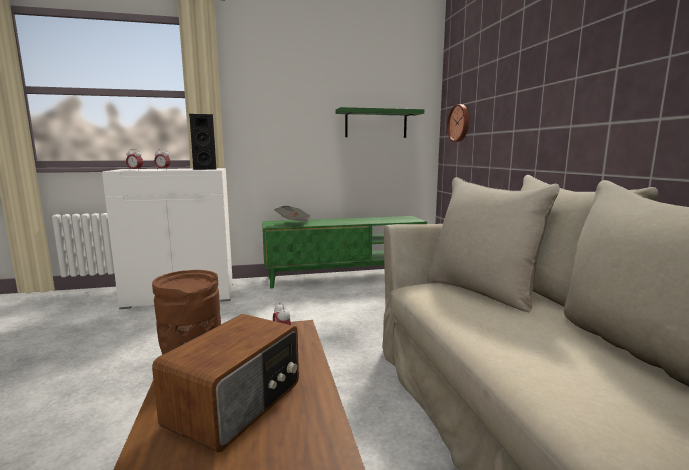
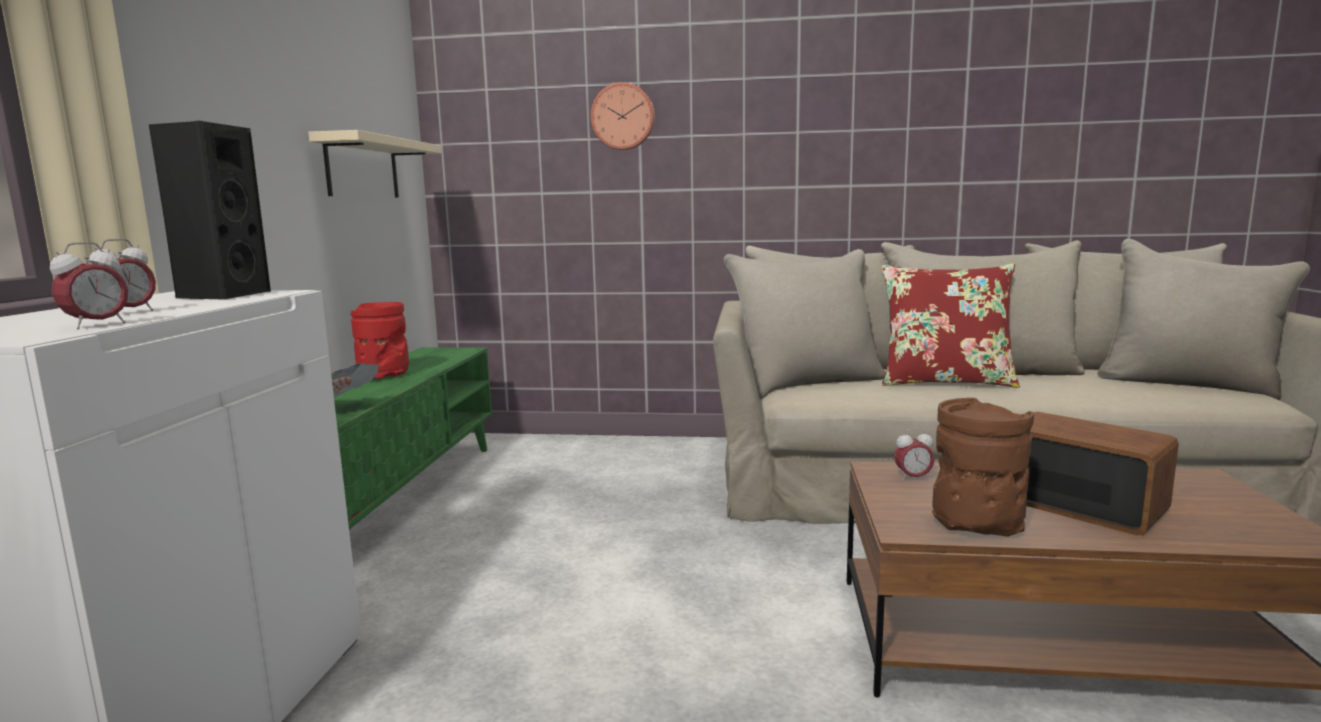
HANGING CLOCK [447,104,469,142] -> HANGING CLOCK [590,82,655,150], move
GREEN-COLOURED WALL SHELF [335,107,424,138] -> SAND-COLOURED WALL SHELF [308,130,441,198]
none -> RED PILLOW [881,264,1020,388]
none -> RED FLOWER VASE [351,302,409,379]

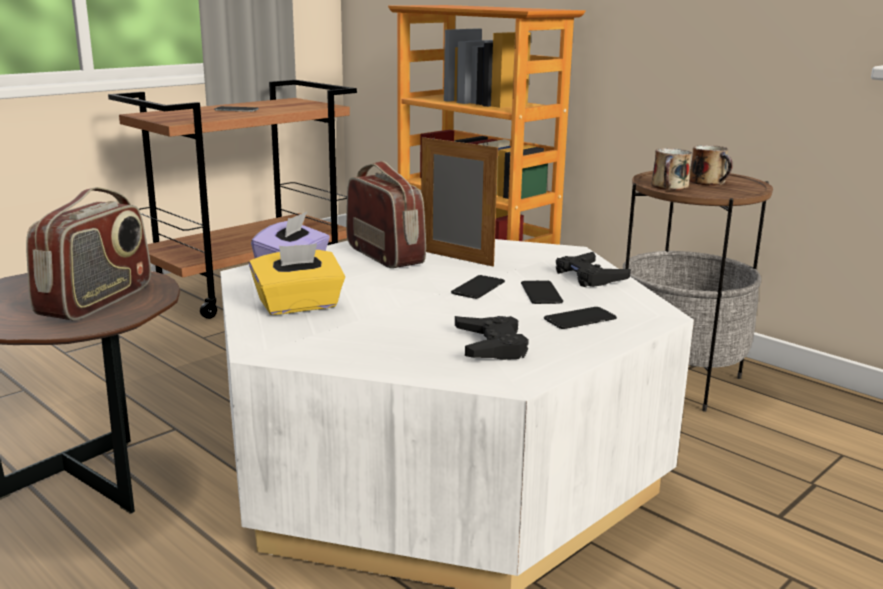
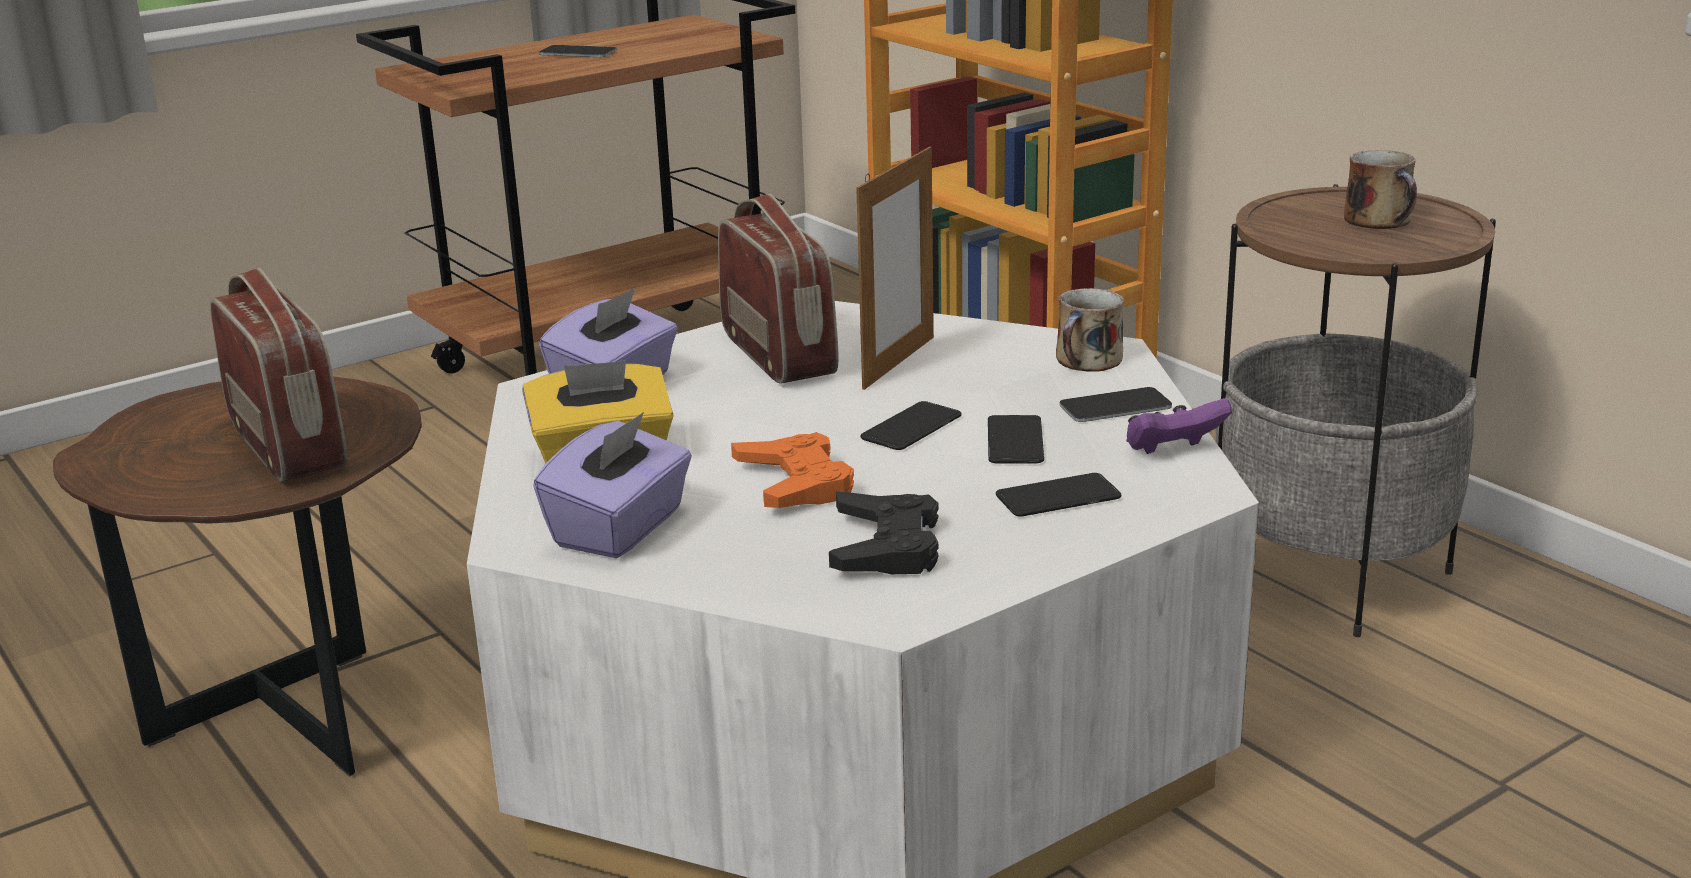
STANDING FRAME [421,135,498,266] -> STANDING FRAME [856,145,934,390], 75 degrees clockwise
MUG [651,148,692,190] -> MUG [1056,288,1124,372], move
RADIO SET [26,187,151,320] -> RADIO SET [210,268,348,482], 60 degrees counterclockwise
BLACKISH JOYPAD [556,252,631,287] -> PHONE [1059,387,1172,422]
none -> PURPLISH JOYPAD [1126,398,1232,454]
none -> PURPLISH BOX OF TISSUES [533,412,692,558]
none -> ORANGE JOYPAD [731,432,854,508]

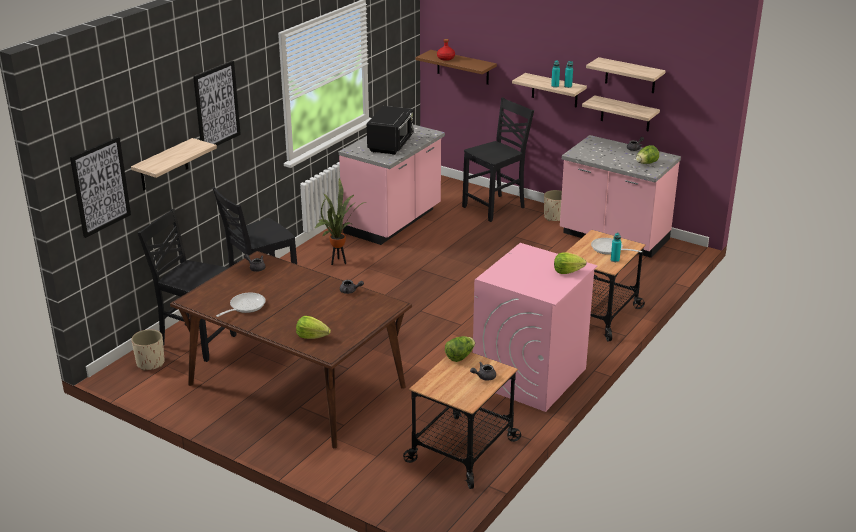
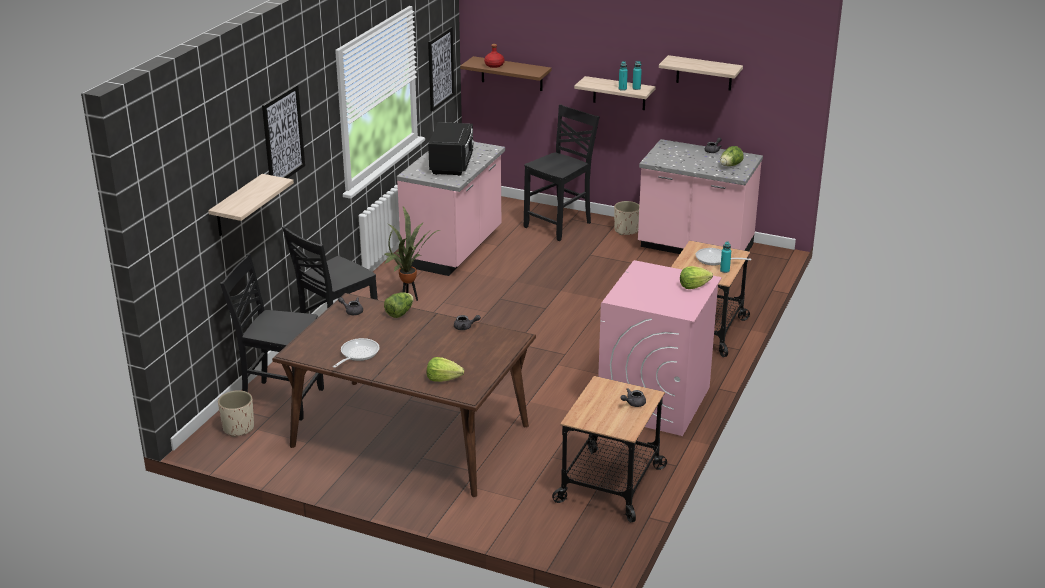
WALL SHELF [582,95,660,131] -> none
WALL PICTURE [70,137,131,238] -> WALL PICTURE [428,27,454,112], move
HEAD OF LETTUCE [445,336,475,362] -> HEAD OF LETTUCE [384,292,414,318], move

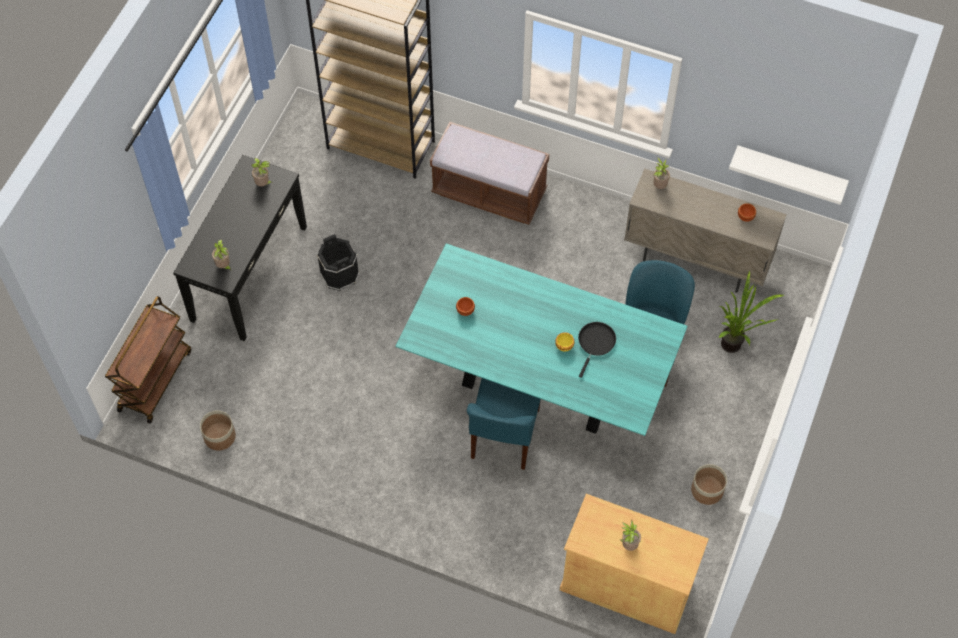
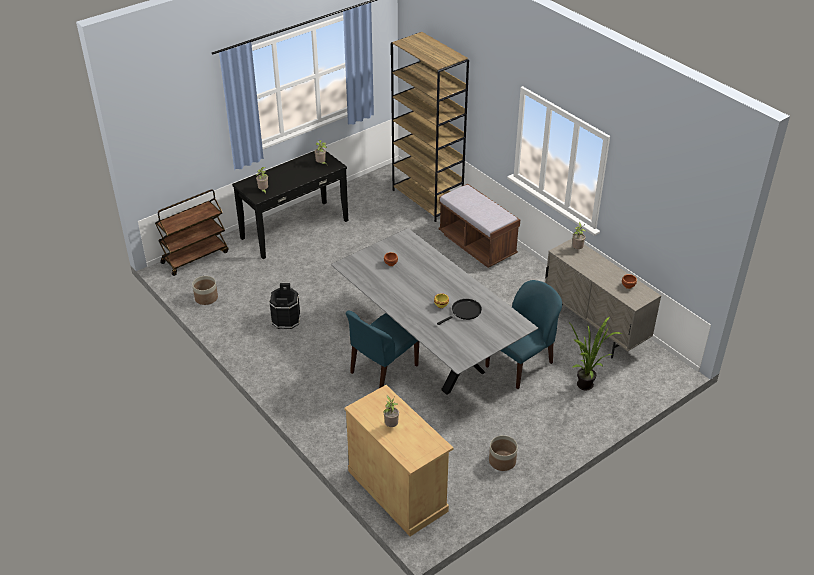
WHITE WALL SHELF [729,145,849,205] -> none
BLACKISH PAIL [317,234,360,291] -> BLACKISH PAIL [269,283,301,329], move
TURQUOISE KITCHEN TABLE [395,243,688,436] -> GREY KITCHEN TABLE [331,228,539,395]

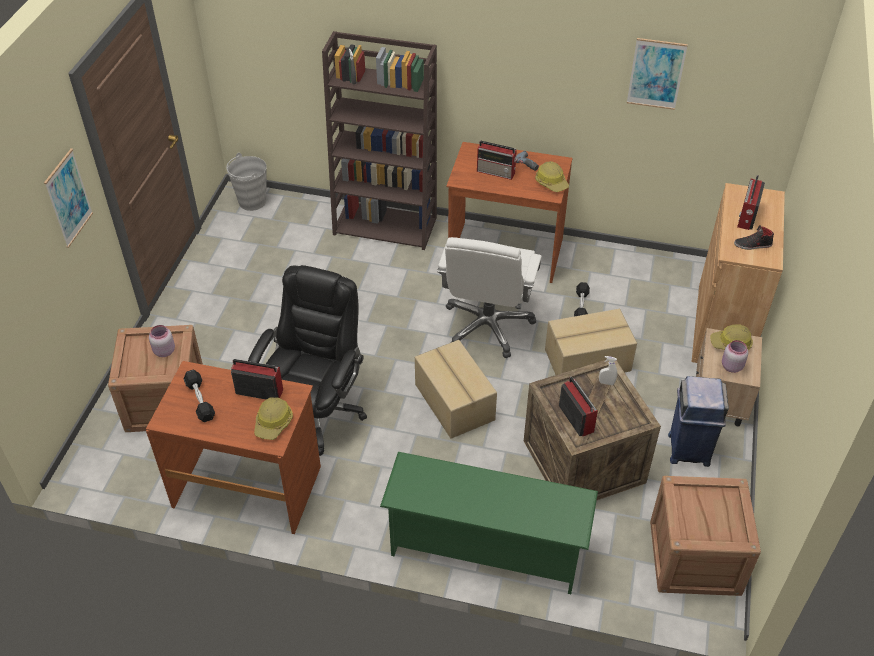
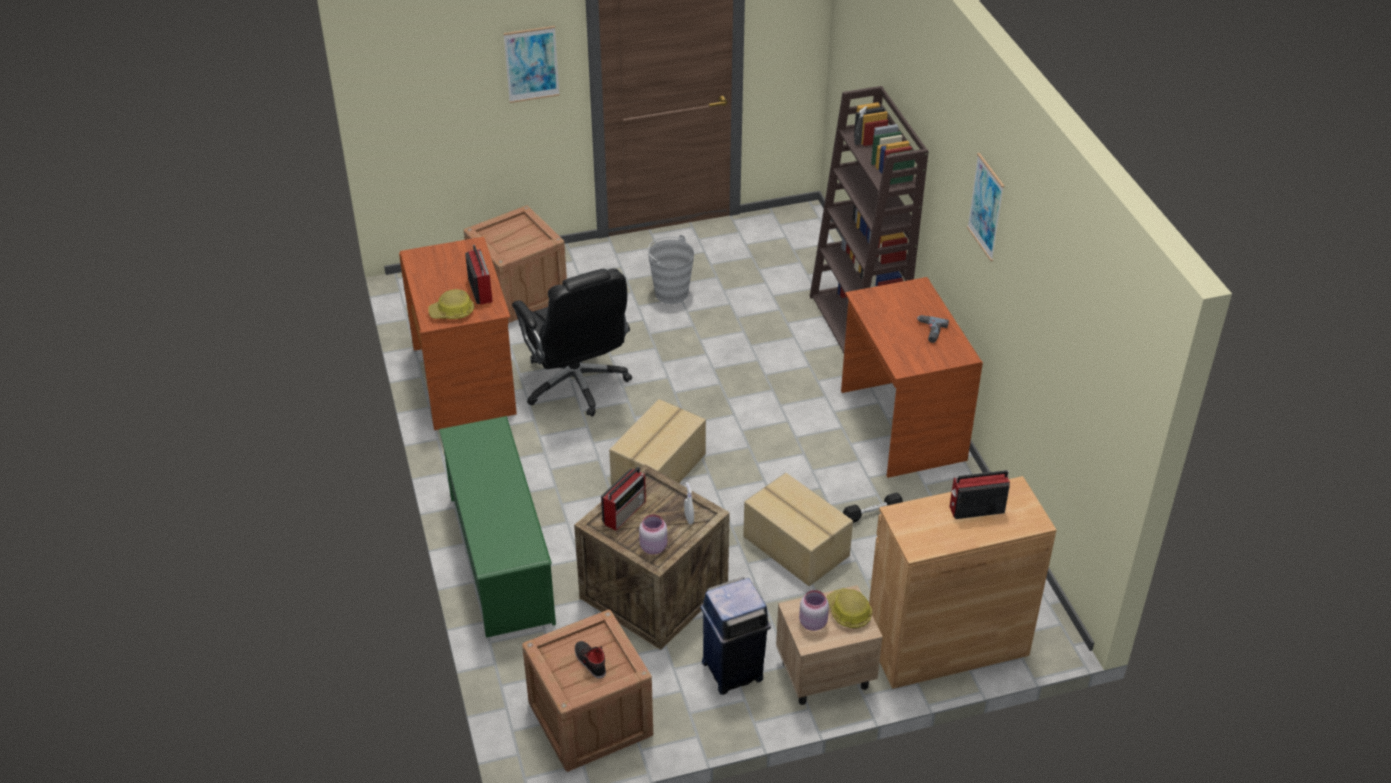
WALL PICTURE [627,38,688,110] -> WALL PICTURE [967,153,1004,261], move
RADIO SET [477,141,517,180] -> none
GREY PAIL [226,153,267,211] -> GREY PAIL [648,235,694,304], move
HARD HAT [535,161,569,192] -> none
BLACKISH ITEM OF FOOTWEAR [734,225,774,250] -> BLACKISH ITEM OF FOOTWEAR [575,641,606,679], move
WHITE DESK CHAIR [437,237,542,358] -> none
BLACKISH DESK CHAIR [248,265,367,456] -> BLACKISH DESK CHAIR [512,268,632,417], 75 degrees clockwise
PINK PRESERVE JAR [149,325,175,357] -> PINK PRESERVE JAR [639,514,667,554], move
BLACKISH HAND WEIGHT [184,370,215,422] -> none

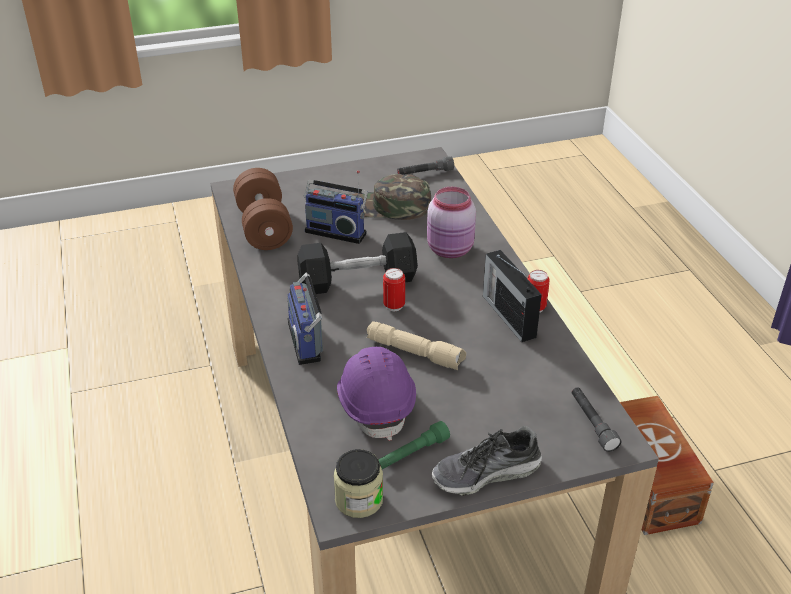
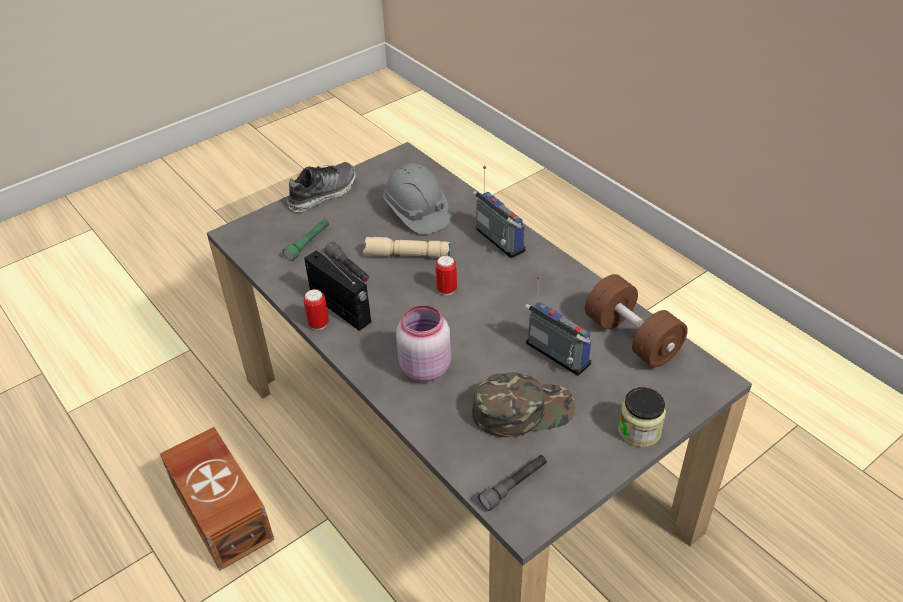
RADIO SET [304,170,368,244] -> RADIO SET [524,276,591,376], 45 degrees clockwise
BLACKISH HAND WEIGHT [297,232,418,294] -> none
PURPLISH HARD HAT [337,347,416,441] -> GREY HARD HAT [383,163,450,235]
GREY HAND TORCH [572,387,621,452] -> GREY HAND TORCH [324,242,369,282], move
GREEN-COLOURED HAND TORCH [378,421,450,469] -> GREEN-COLOURED HAND TORCH [282,219,329,261], move
PRESERVE JAR [334,449,383,518] -> PRESERVE JAR [618,387,666,447], move

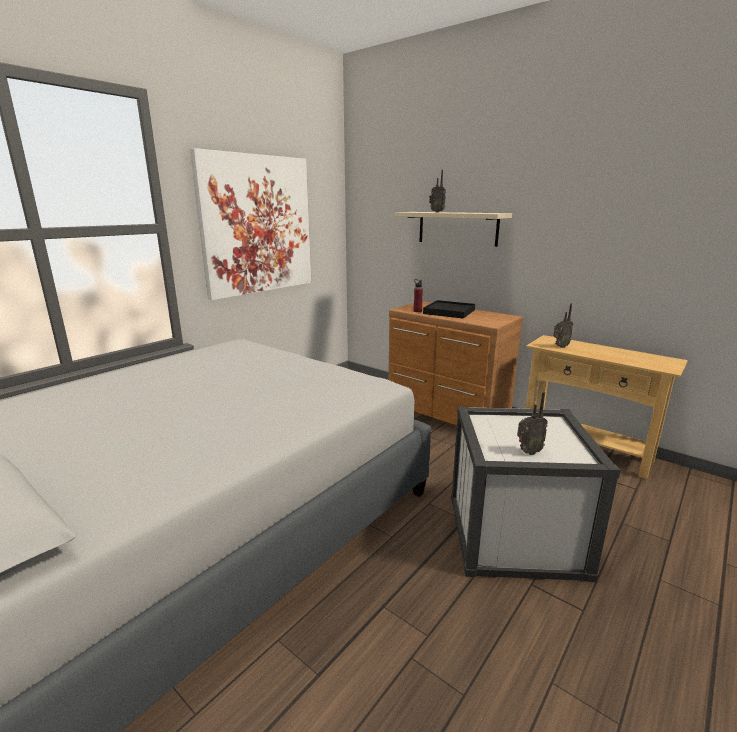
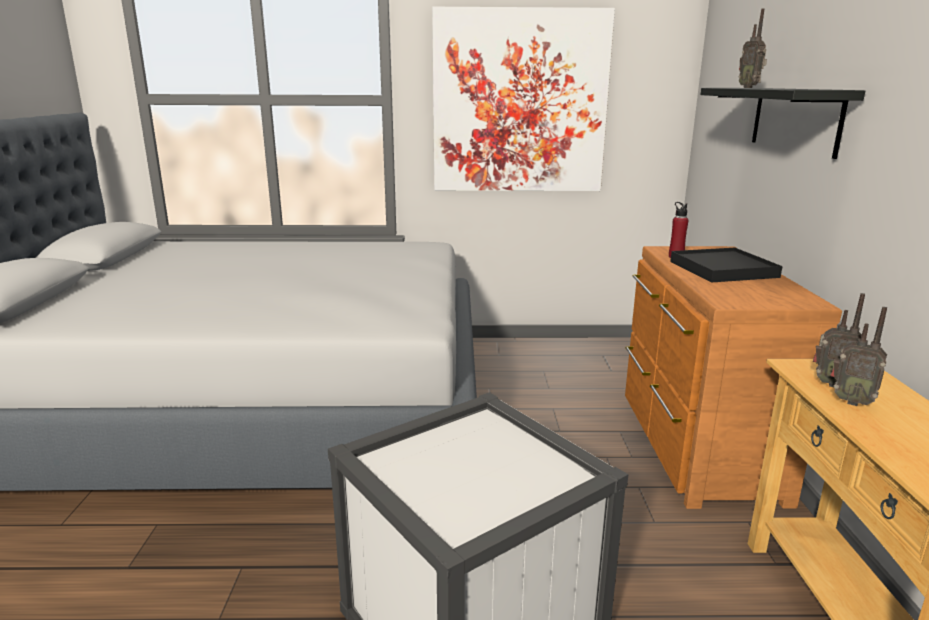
SAND-COLOURED WALL SHELF [395,212,512,247] -> BLACKISH WALL SHELF [700,88,865,159]
RADIO SET [517,392,548,455] -> RADIO SET [831,307,887,406], move

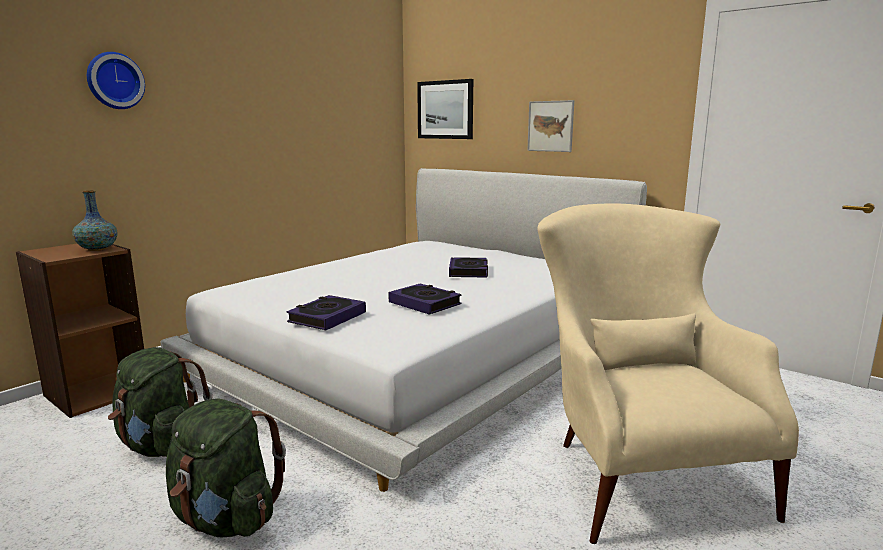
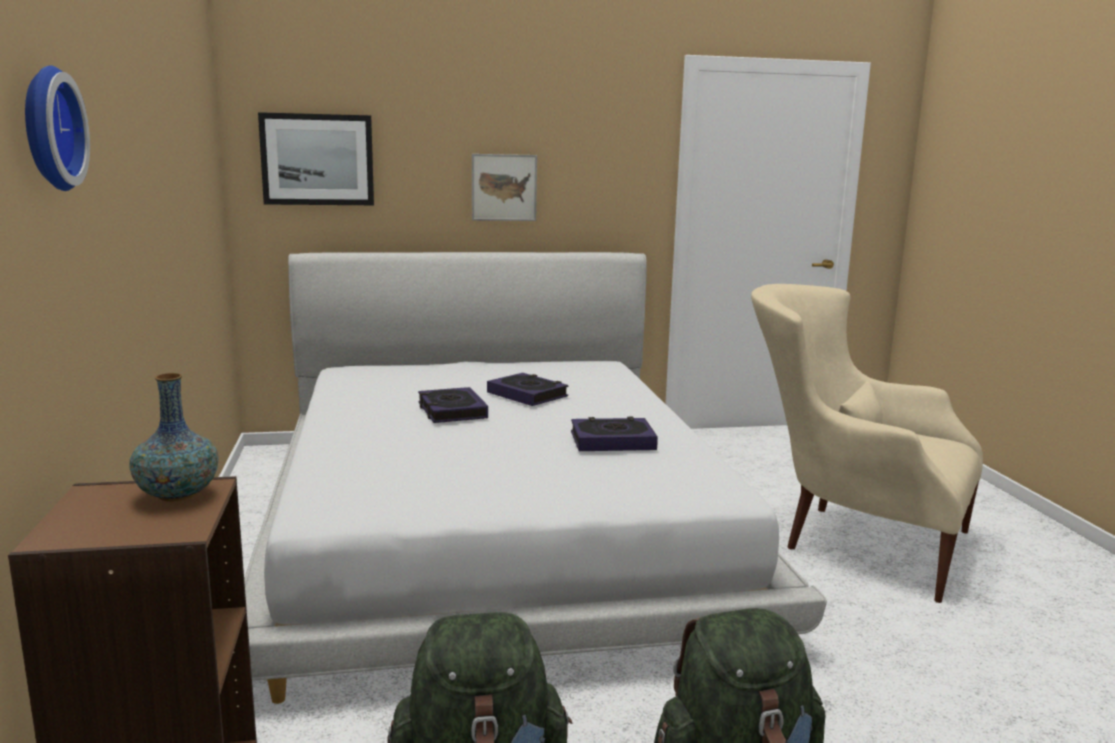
VOLUME [287,295,366,330] -> VOLUME [418,387,488,423], move

